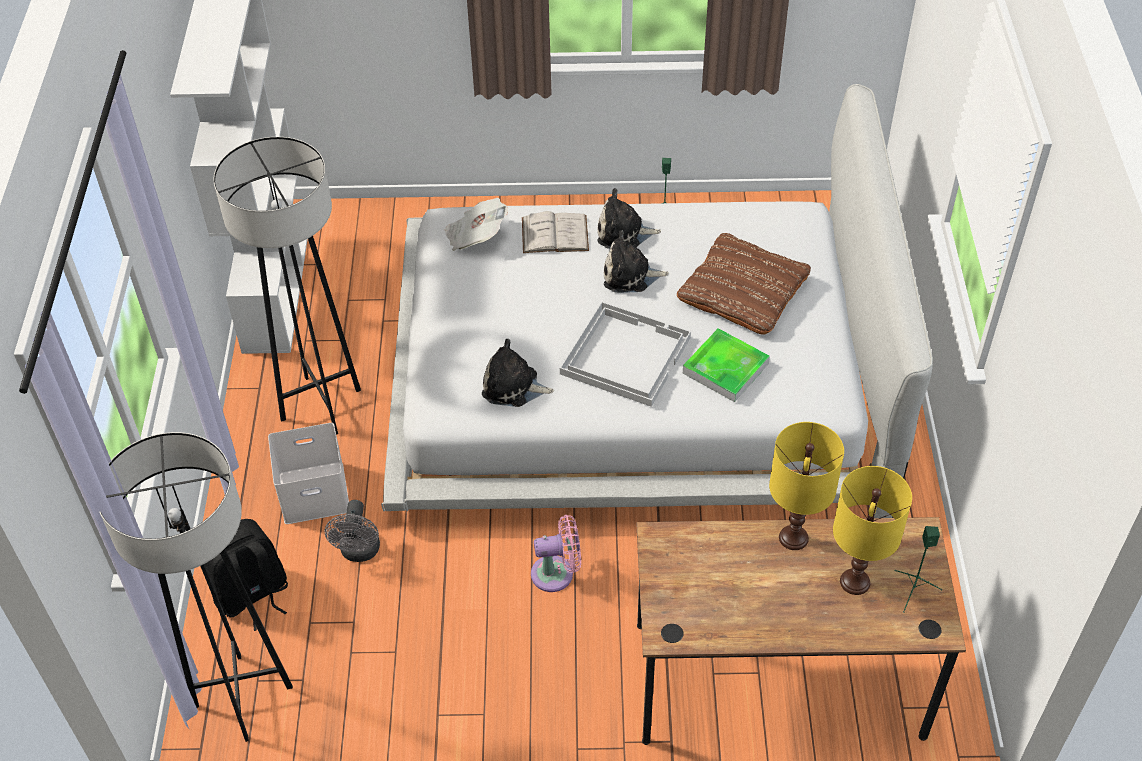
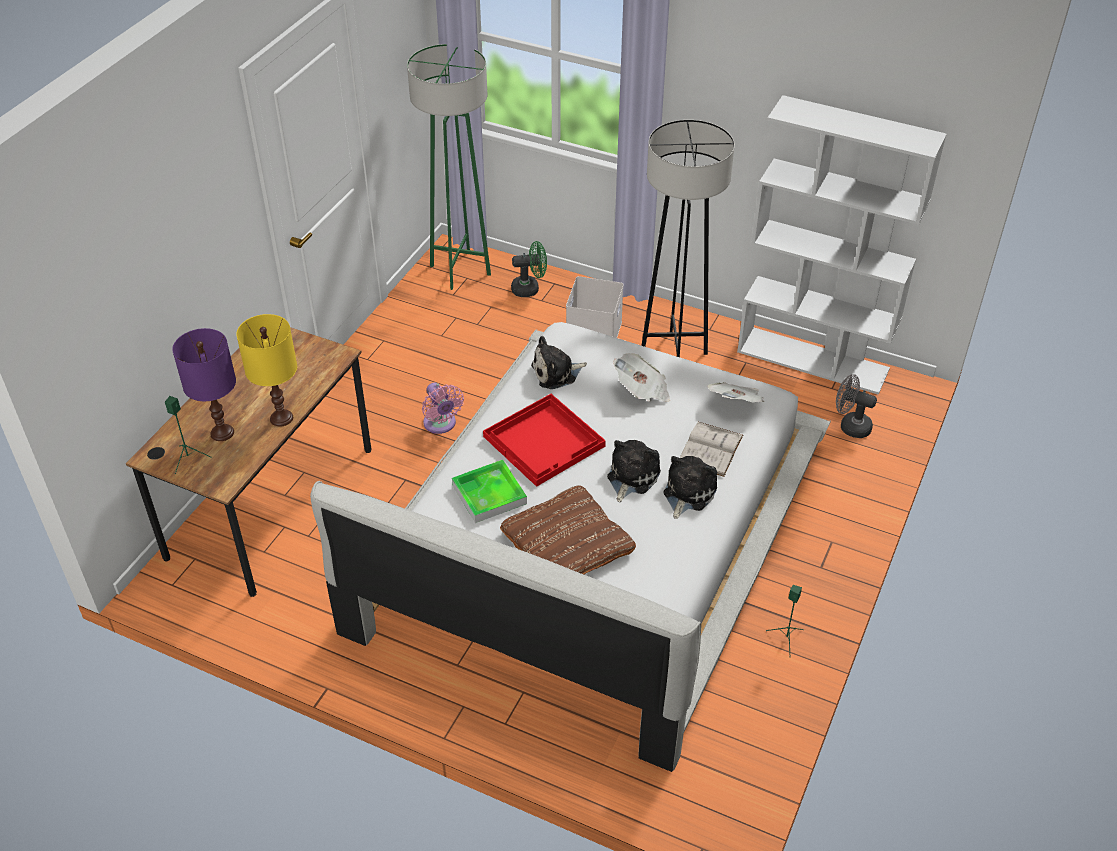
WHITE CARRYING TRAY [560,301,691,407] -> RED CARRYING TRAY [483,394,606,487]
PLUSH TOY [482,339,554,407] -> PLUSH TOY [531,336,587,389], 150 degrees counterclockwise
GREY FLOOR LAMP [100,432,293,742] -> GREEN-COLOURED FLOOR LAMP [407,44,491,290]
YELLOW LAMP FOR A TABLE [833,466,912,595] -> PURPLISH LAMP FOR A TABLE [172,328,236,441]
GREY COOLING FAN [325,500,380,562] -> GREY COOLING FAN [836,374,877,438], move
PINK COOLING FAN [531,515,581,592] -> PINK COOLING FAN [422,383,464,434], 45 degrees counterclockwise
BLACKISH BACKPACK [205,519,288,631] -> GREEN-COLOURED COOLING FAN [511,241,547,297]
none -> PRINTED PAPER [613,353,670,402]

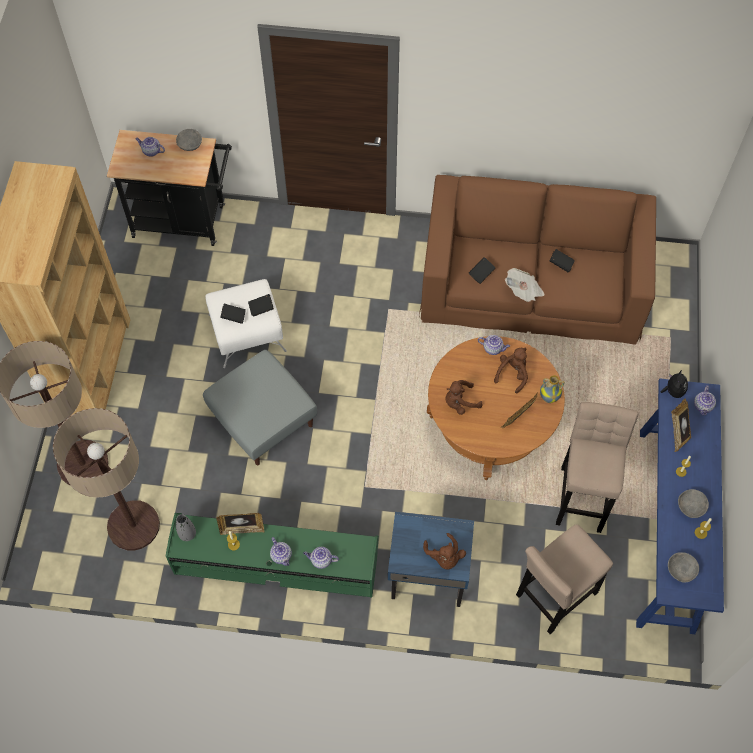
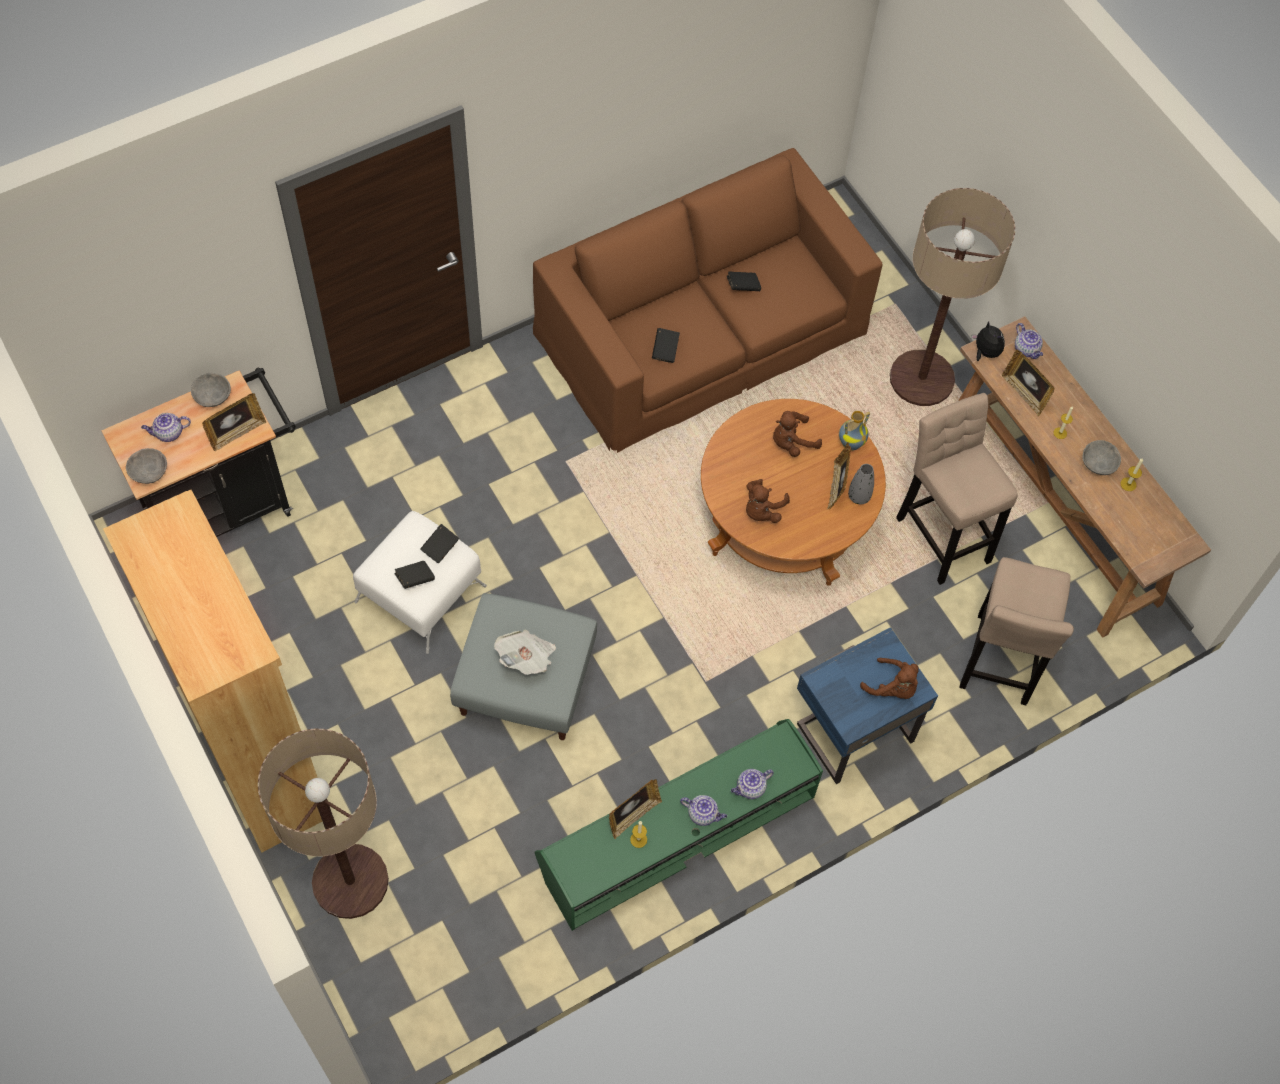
PRINTED PAPER [505,268,545,302] -> PRINTED PAPER [494,630,556,675], move
POT FOR TEA [478,335,510,355] -> none
BROWNISH PLUSH TOY [494,348,528,393] -> BROWNISH PLUSH TOY [773,411,822,457], 105 degrees counterclockwise
BLUE CONSOLE TABLE [636,379,724,634] -> BROWNISH CONSOLE TABLE [958,316,1211,638]
FLOOR LAMP [53,408,160,550] -> FLOOR LAMP [890,188,1015,406], move
GREY FLOWER VASE [176,514,196,541] -> GREY FLOWER VASE [848,464,874,504], move
GREY BOWL [668,552,699,583] -> GREY BOWL [126,448,167,484], move
none -> STANDING FRAME [202,393,267,451]

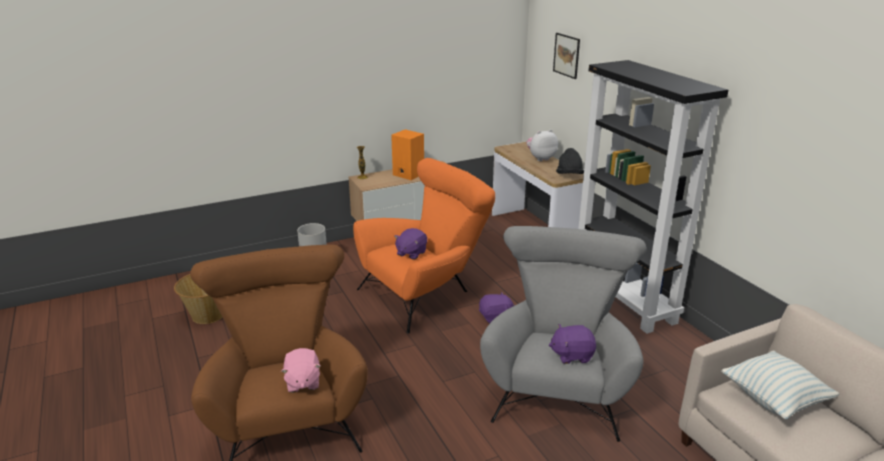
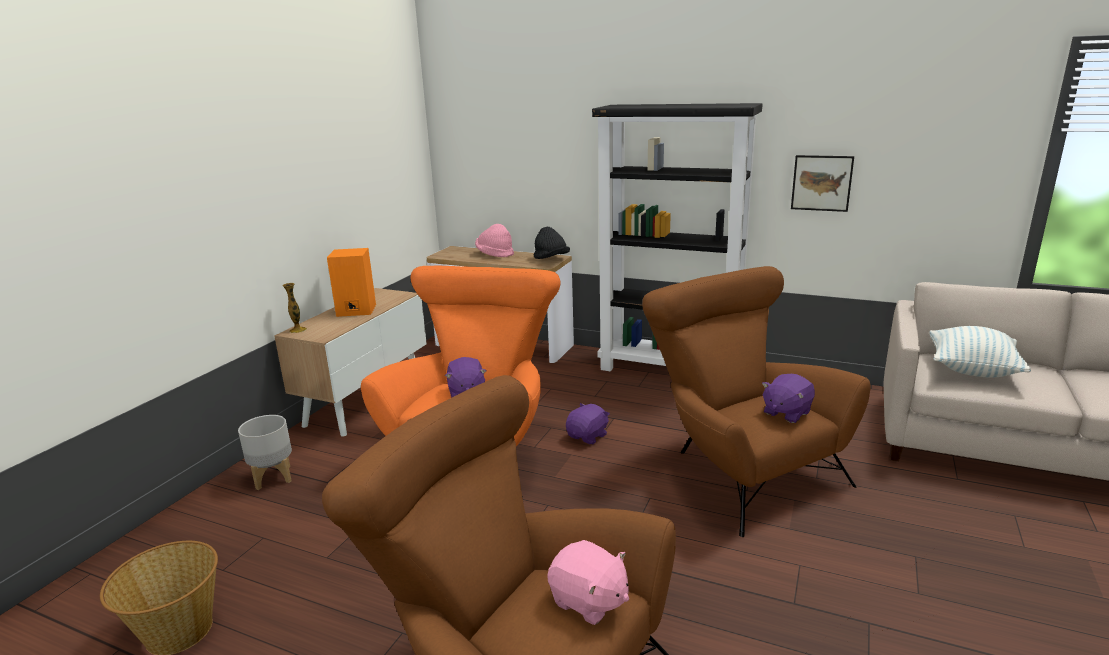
WALL PICTURE [553,33,580,79] -> WALL PICTURE [791,155,854,212], move
PLUSH TOY [527,129,558,161] -> PINK CLOTHING HAT [475,224,514,257]
GREY LOUNGE CHAIR [480,226,647,442] -> BROWNISH LOUNGE CHAIR [642,266,870,537]

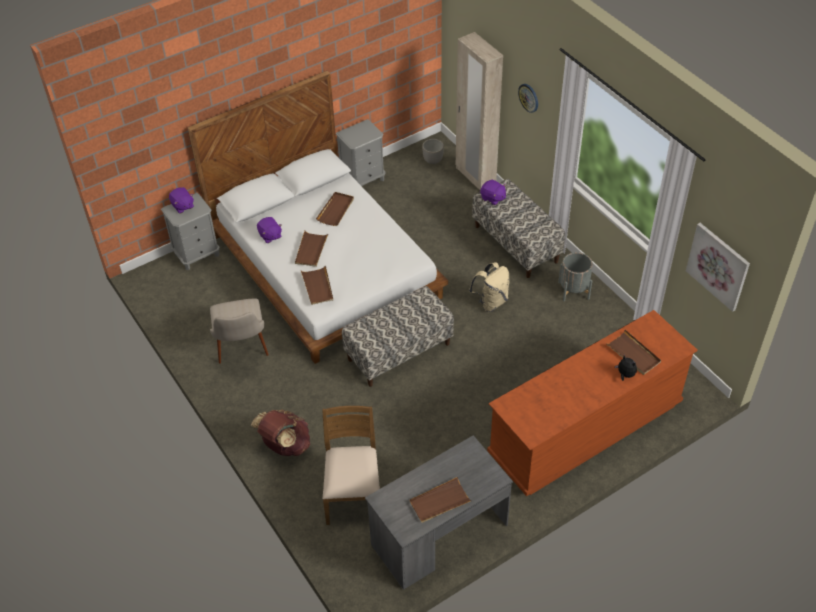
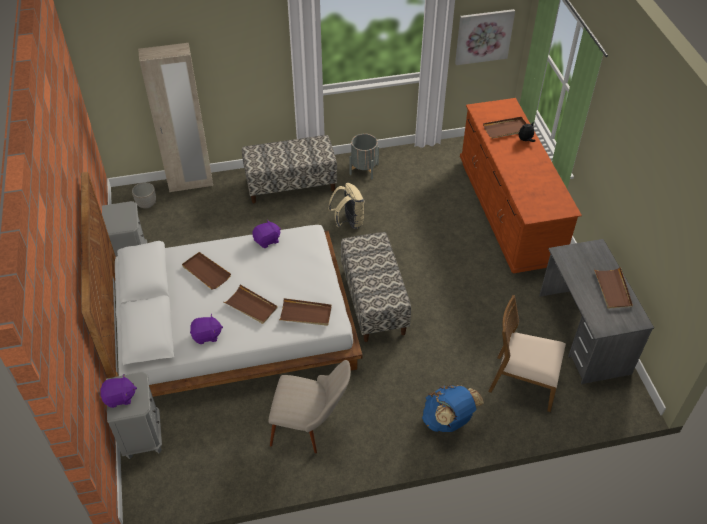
HANGING CLOCK [518,84,538,113] -> none
PURPLISH PLUSH TOY [480,180,506,205] -> PURPLISH PLUSH TOY [252,220,281,248], move
BROWNISH BACKPACK [251,410,310,456] -> BLUE BACKPACK [422,385,484,432]

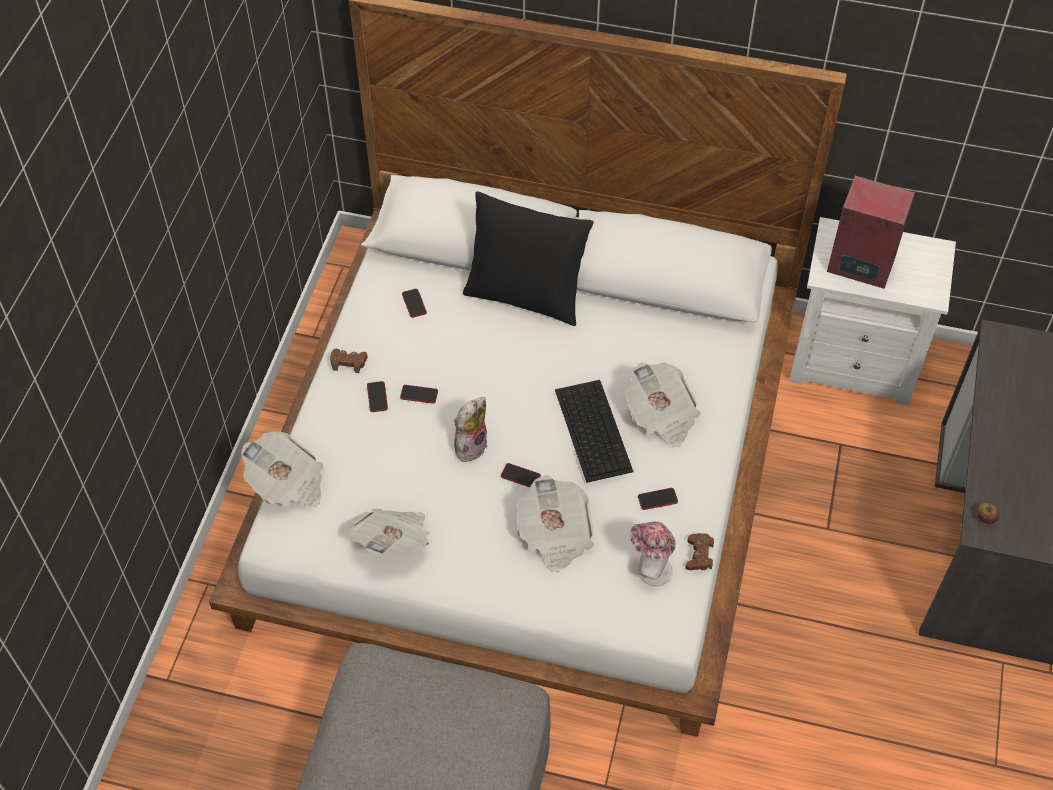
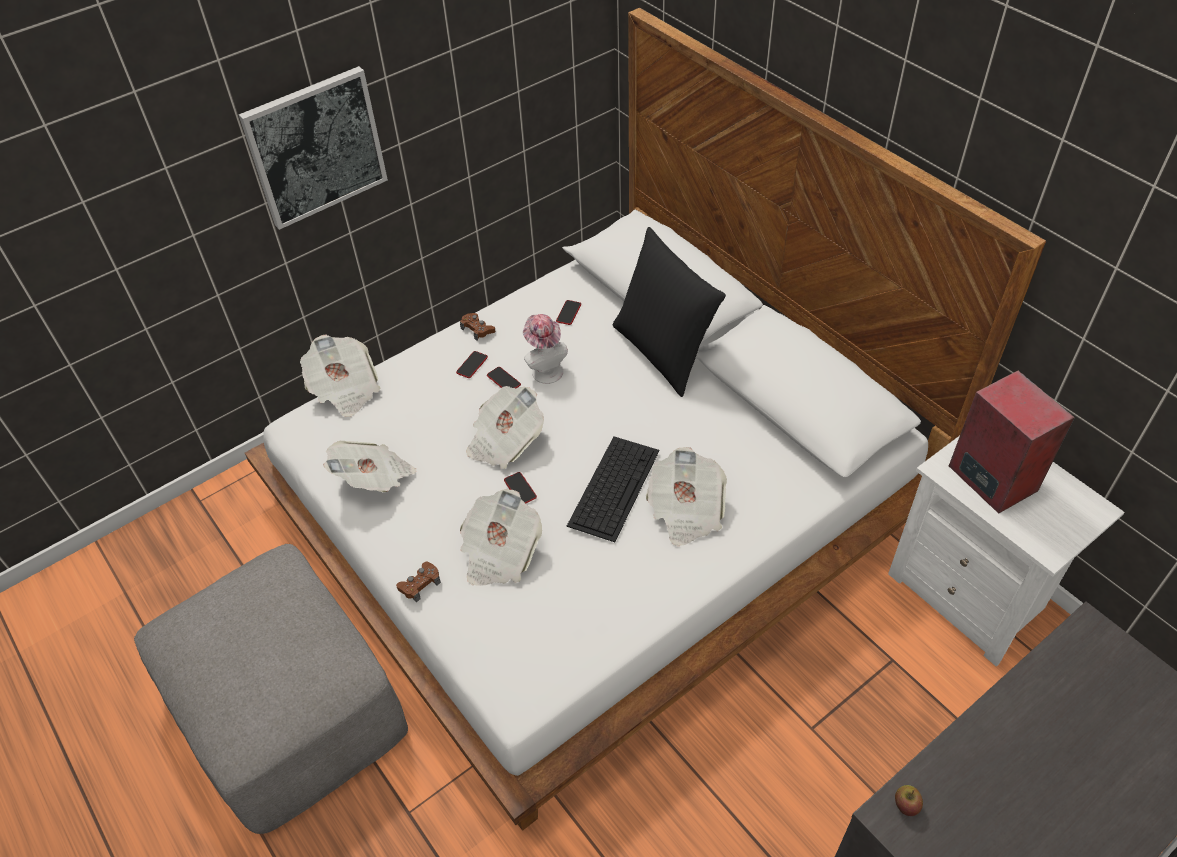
PLUSH TOY [454,397,488,462] -> PRINTED PAPER [466,386,544,469]
PHONE [638,488,678,510] -> none
CLOTHING HAT [630,521,676,586] -> CLOTHING HAT [523,314,568,384], move
BROWNISH JOYPAD [685,533,714,570] -> BROWNISH JOYPAD [396,562,441,602], move
none -> WALL PICTURE [239,66,388,230]

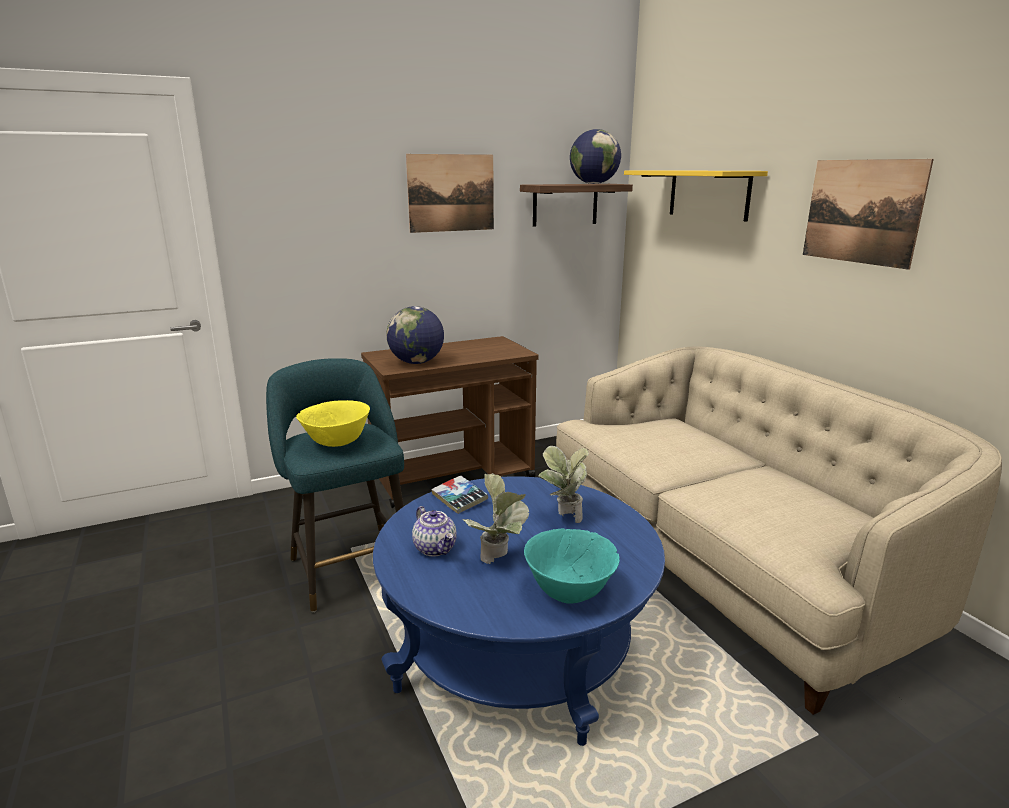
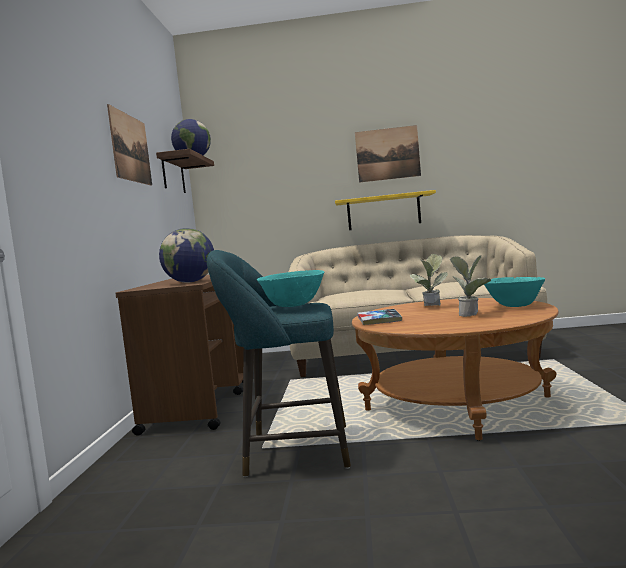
YELLOW WALL SHELF [624,170,768,222] -> YELLOW WALL SHELF [335,190,436,230], move
YELLOW BOWL [296,400,370,447] -> TURQUOISE BOWL [257,270,324,307]
BLUE COFFEE TABLE [373,477,665,746] -> BROWNISH COFFEE TABLE [352,298,559,441]
POT FOR TEA [412,506,457,556] -> none

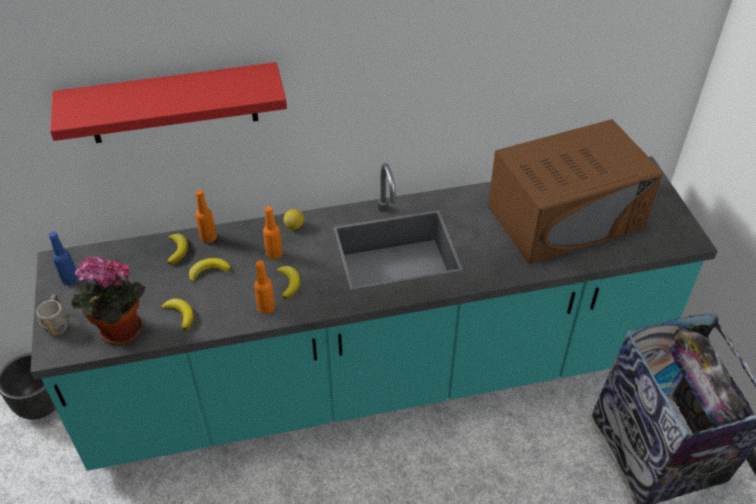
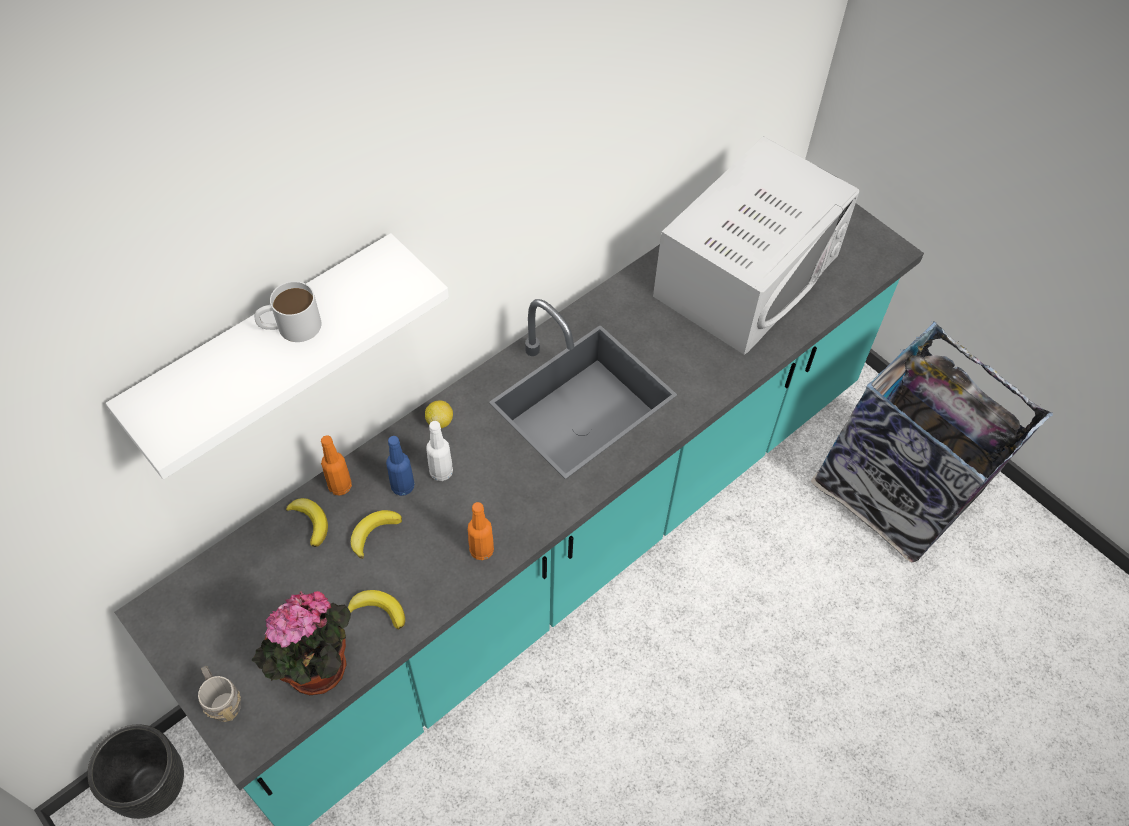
RED WALL SHELF [50,62,287,143] -> WHITE WALL SHELF [106,233,449,480]
BROWNISH MICROWAVE [488,119,663,264] -> WHITE MICROWAVE [653,136,859,355]
ORANGE DRINK BOTTLE [263,206,283,260] -> WHITE DRINK BOTTLE [426,421,453,481]
BLUE DRINK BOTTLE [49,232,79,285] -> BLUE DRINK BOTTLE [386,436,414,496], move
WHOLE BANANA [276,266,300,299] -> none
none -> WHITE MUG [254,281,321,342]

